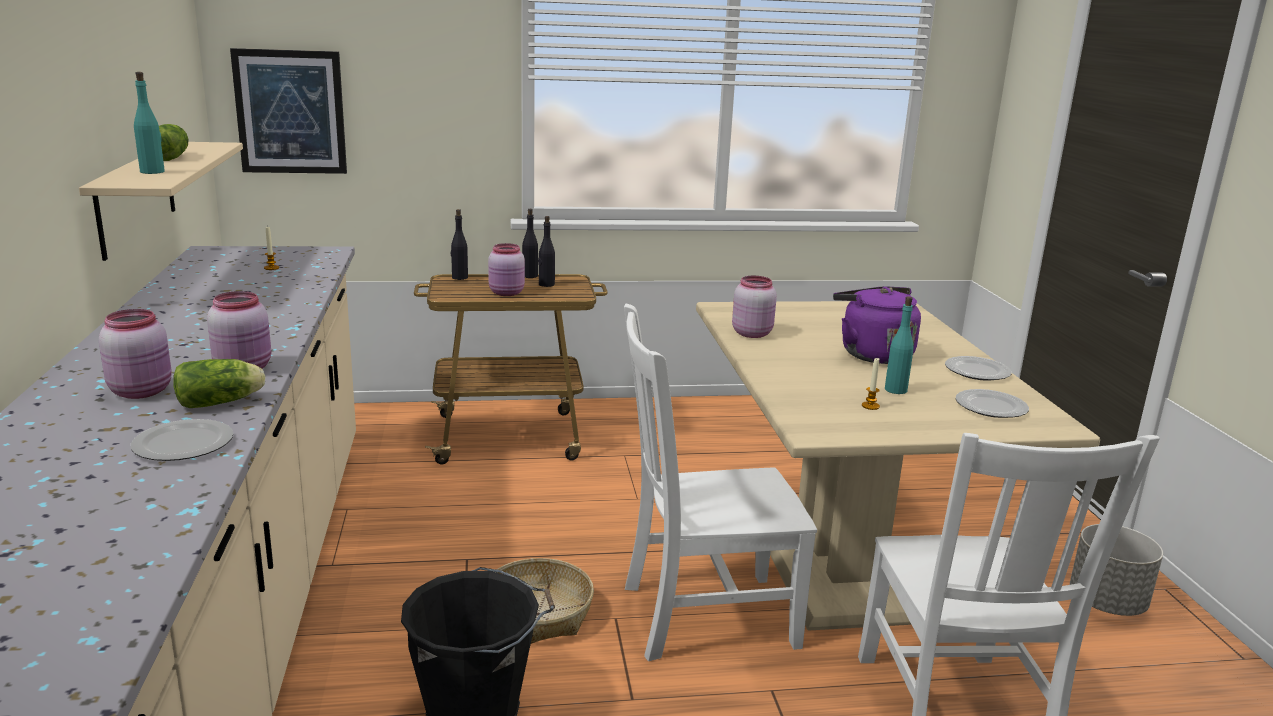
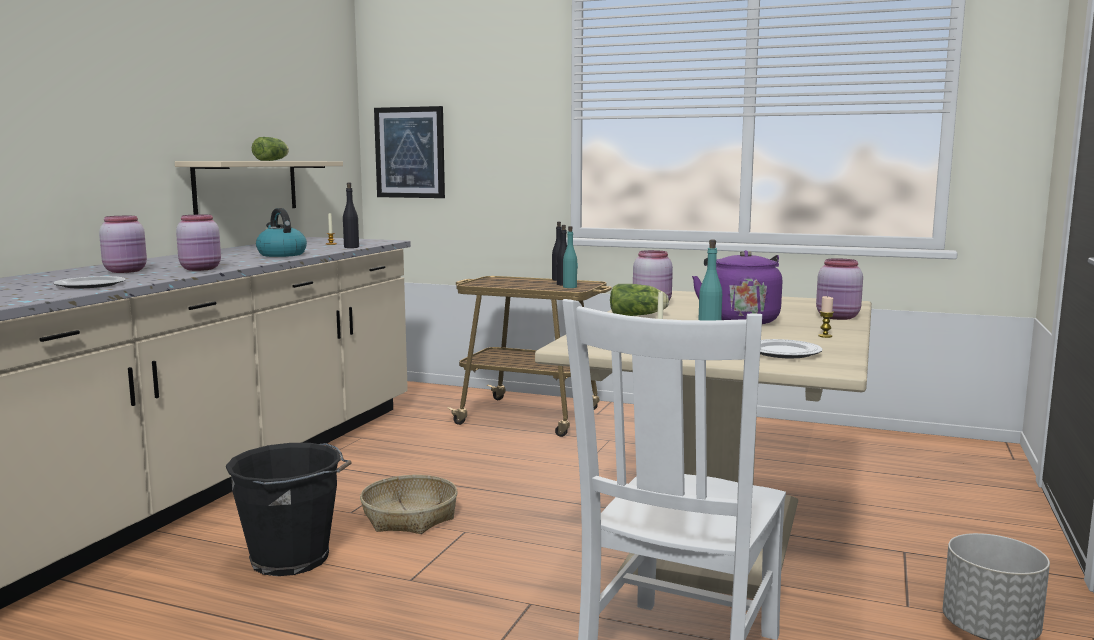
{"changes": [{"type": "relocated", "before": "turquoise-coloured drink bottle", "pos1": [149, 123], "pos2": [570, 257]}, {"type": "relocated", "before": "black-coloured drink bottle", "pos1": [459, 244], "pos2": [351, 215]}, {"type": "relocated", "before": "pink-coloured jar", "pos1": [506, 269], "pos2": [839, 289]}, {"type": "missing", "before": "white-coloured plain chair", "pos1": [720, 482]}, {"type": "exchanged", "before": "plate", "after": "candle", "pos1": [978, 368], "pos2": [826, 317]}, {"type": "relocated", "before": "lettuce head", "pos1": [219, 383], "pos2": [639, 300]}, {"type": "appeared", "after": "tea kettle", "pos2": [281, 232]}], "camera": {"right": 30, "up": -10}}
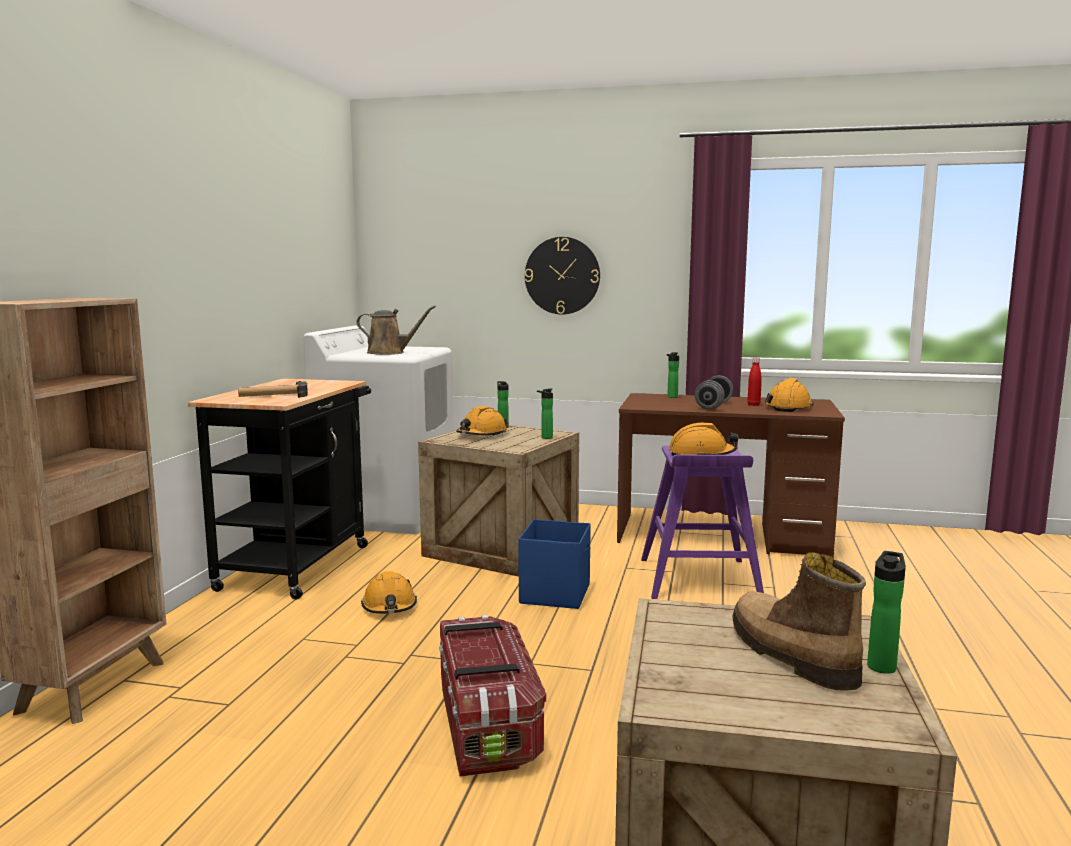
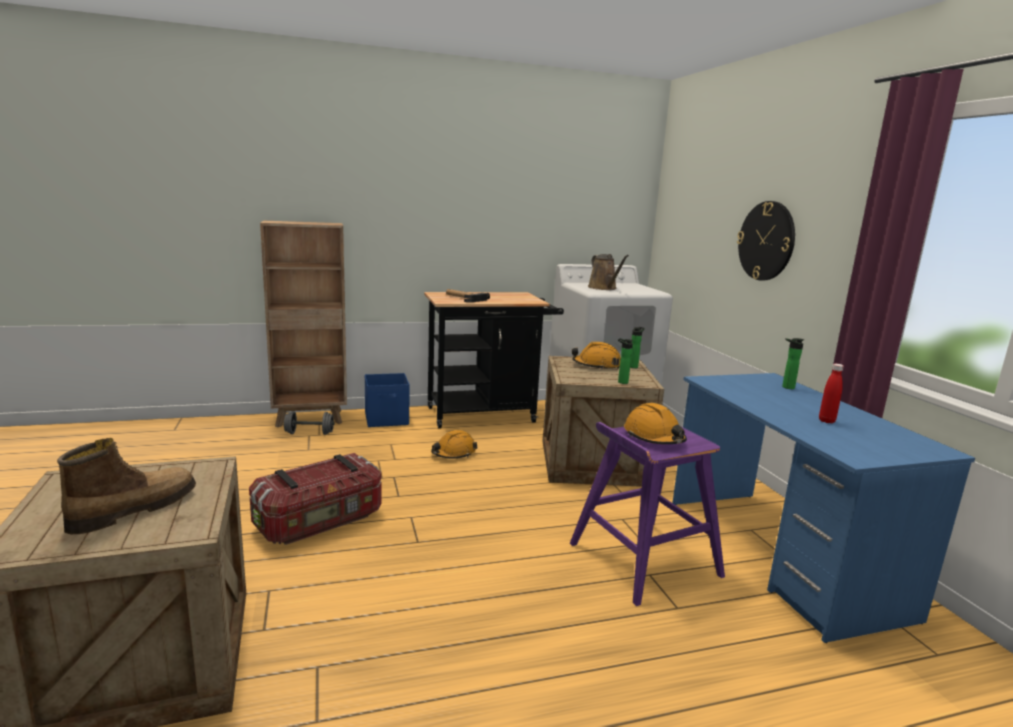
{"changes": [{"type": "relocated", "before": "grey hand weight", "pos1": [714, 392], "pos2": [309, 423]}, {"type": "missing", "before": "orange work helmet", "pos1": [789, 395]}, {"type": "colour", "before": "brown-coloured desk", "after": "blue-coloured desk", "pos1": [731, 475], "pos2": [823, 508]}, {"type": "relocated", "before": "blue-coloured storage container", "pos1": [555, 564], "pos2": [387, 400]}, {"type": "missing", "before": "drink bottle", "pos1": [886, 612]}], "camera": {"right": 60, "up": 5}}
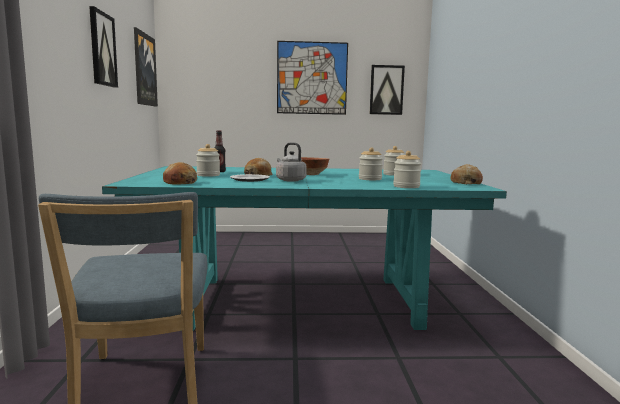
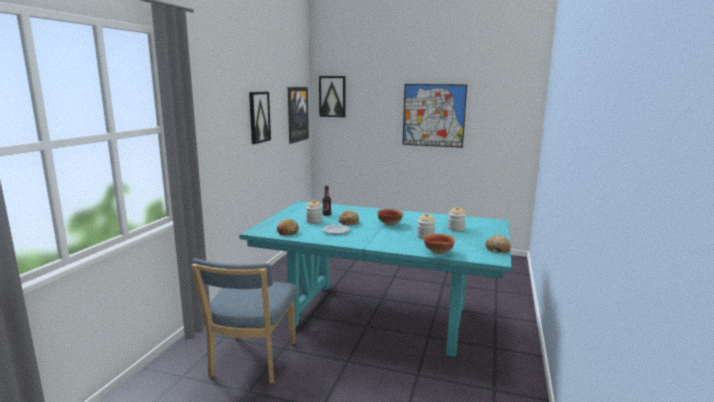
{"changes": [{"type": "relocated", "before": "wall art", "pos1": [387, 90], "pos2": [332, 96]}, {"type": "missing", "before": "grey tea kettle", "pos1": [291, 162]}, {"type": "exchanged", "before": "jar", "after": "deep dish", "pos1": [407, 169], "pos2": [439, 244]}], "camera": {"right": 20, "up": 5}}
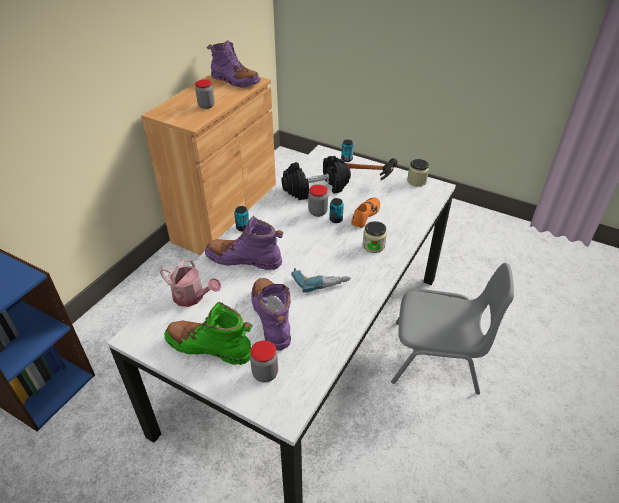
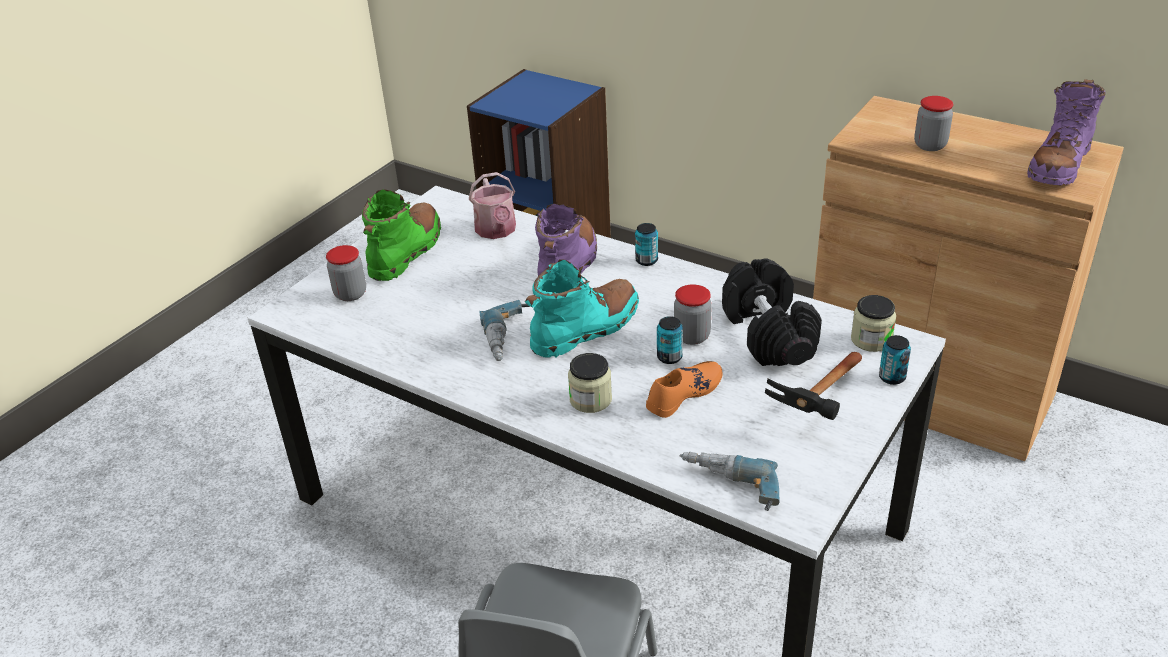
{"changes": [{"type": "relocated", "before": "jar", "pos1": [418, 172], "pos2": [873, 323]}, {"type": "spun", "before": "orange item of footwear", "pos1": [365, 213], "pos2": [684, 389], "turn": -75}, {"type": "spun", "before": "sprinkling can", "pos1": [190, 283], "pos2": [492, 205], "turn": -45}, {"type": "missing", "before": "purplish high-top boot", "pos1": [271, 314]}, {"type": "appeared", "after": "turquoise-coloured high-top boot", "pos2": [582, 308]}, {"type": "appeared", "after": "drill", "pos2": [730, 481]}], "camera": {"right": 95, "up": -5}}
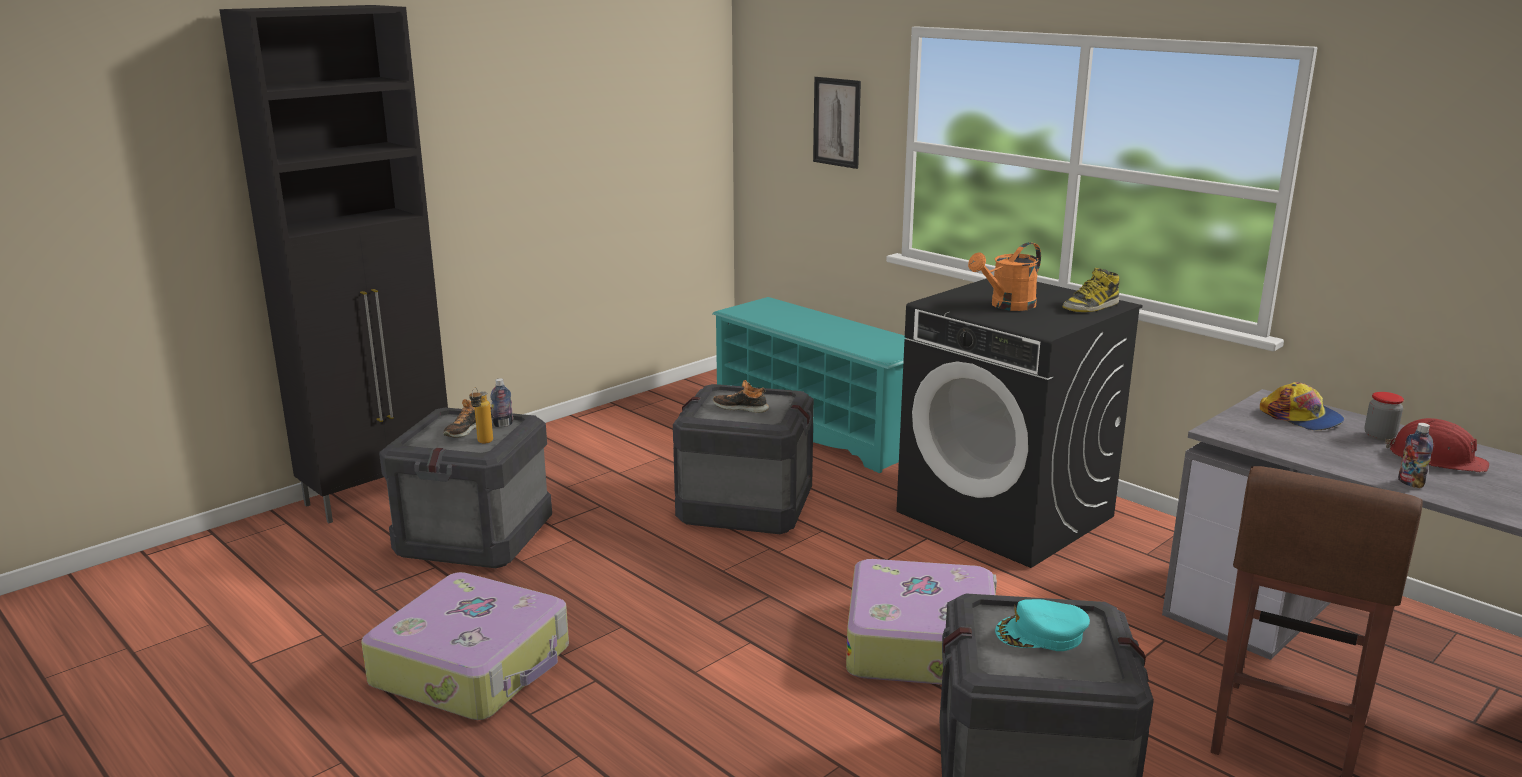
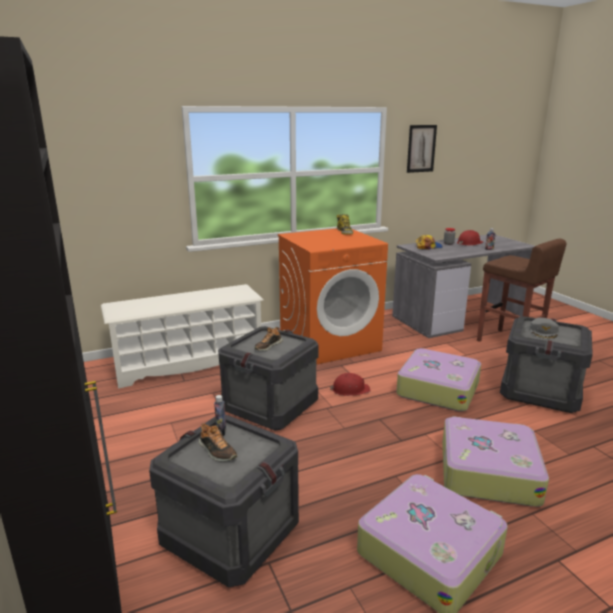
{"changes": [{"type": "relocated", "before": "wall art", "pos1": [837, 123], "pos2": [422, 149]}, {"type": "missing", "before": "orange sprinkling can", "pos1": [1004, 276]}, {"type": "colour", "before": "black-coloured laundry appliance", "after": "orange laundry appliance", "pos1": [1019, 423], "pos2": [333, 296]}, {"type": "colour", "before": "turquoise-coloured shoe stand", "after": "white-coloured shoe stand", "pos1": [809, 385], "pos2": [182, 336]}, {"type": "missing", "before": "drink bottle", "pos1": [481, 415]}, {"type": "colour", "before": "turquoise-coloured peaked cap", "after": "grey peaked cap", "pos1": [1042, 625], "pos2": [544, 328]}, {"type": "appeared", "after": "red-coloured work helmet", "pos2": [350, 384]}, {"type": "appeared", "after": "suitcase", "pos2": [495, 461]}], "camera": {"right": -70, "up": 0}}
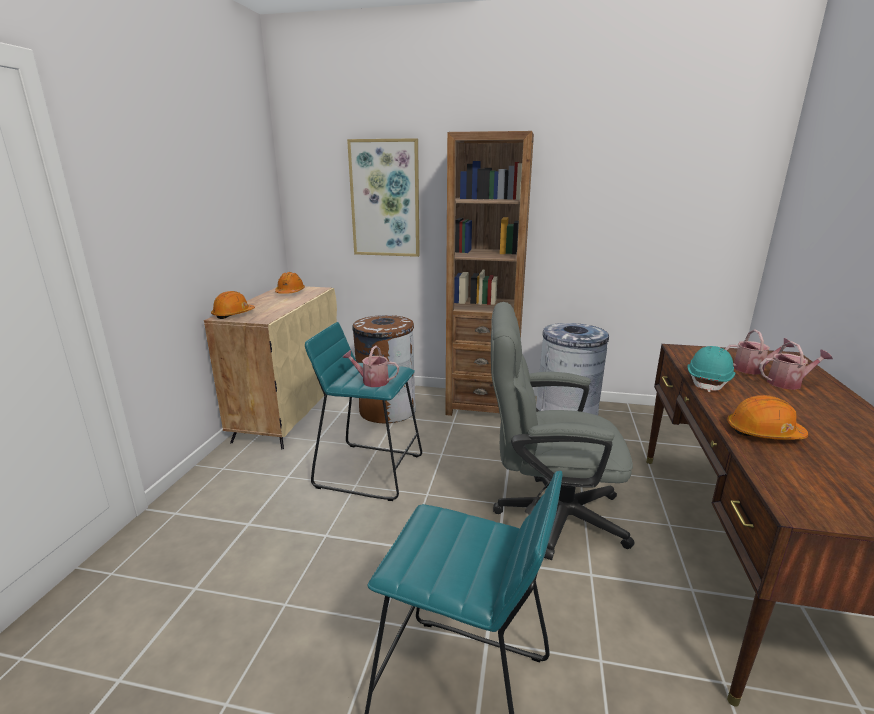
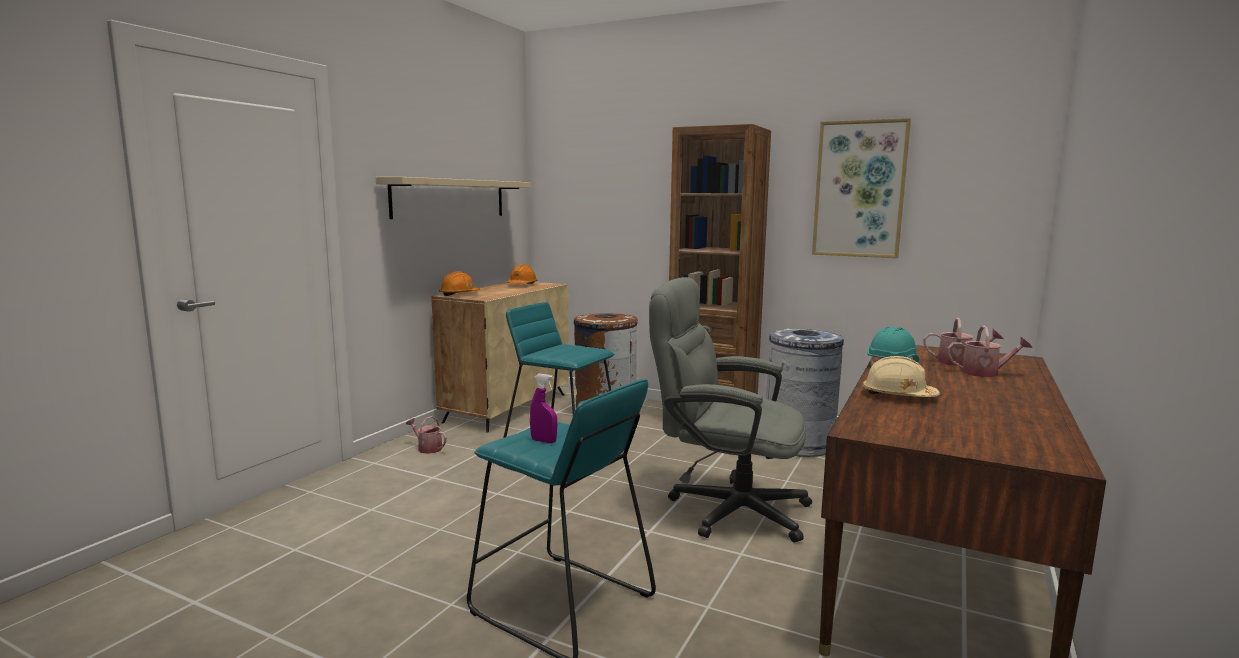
{"changes": [{"type": "relocated", "before": "wall art", "pos1": [383, 197], "pos2": [861, 188]}, {"type": "relocated", "before": "sprinkling can", "pos1": [370, 366], "pos2": [426, 435]}, {"type": "colour", "before": "orange work helmet", "after": "sand-coloured work helmet", "pos1": [767, 417], "pos2": [901, 376]}, {"type": "appeared", "after": "sand-coloured wall shelf", "pos2": [453, 198]}, {"type": "appeared", "after": "purplish hand sprayer", "pos2": [543, 408]}], "camera": {"right": 15, "up": -10}}
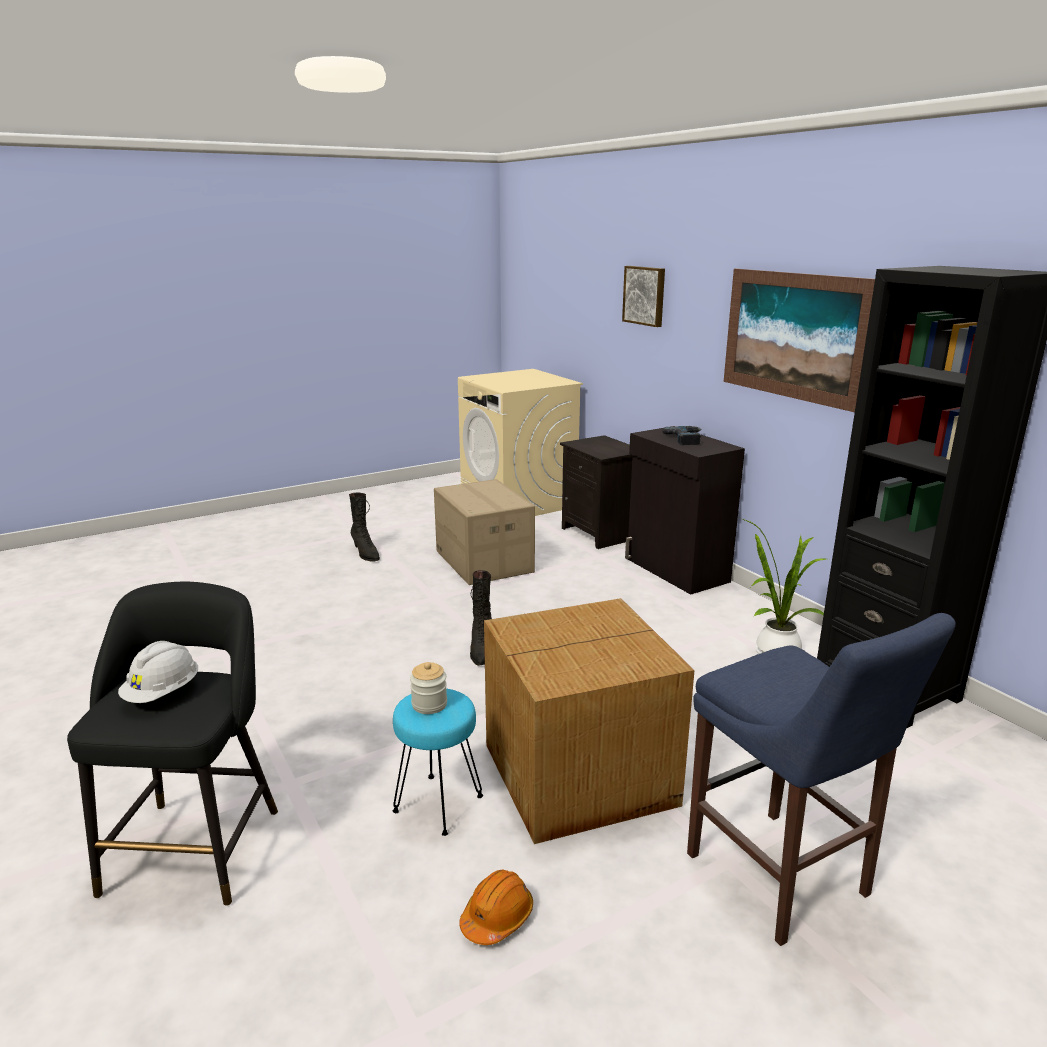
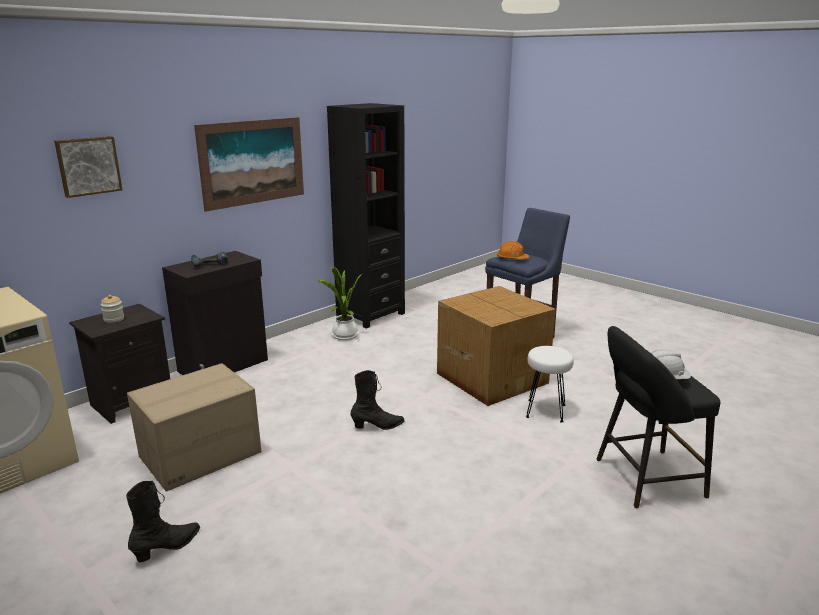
{"changes": [{"type": "relocated", "before": "jar", "pos1": [428, 688], "pos2": [112, 309]}, {"type": "colour", "before": "turquoise-coloured sitting stool", "after": "white-coloured sitting stool", "pos1": [438, 762], "pos2": [550, 384]}, {"type": "relocated", "before": "orange work helmet", "pos1": [496, 907], "pos2": [513, 250]}], "camera": {"right": -105, "up": 0}}
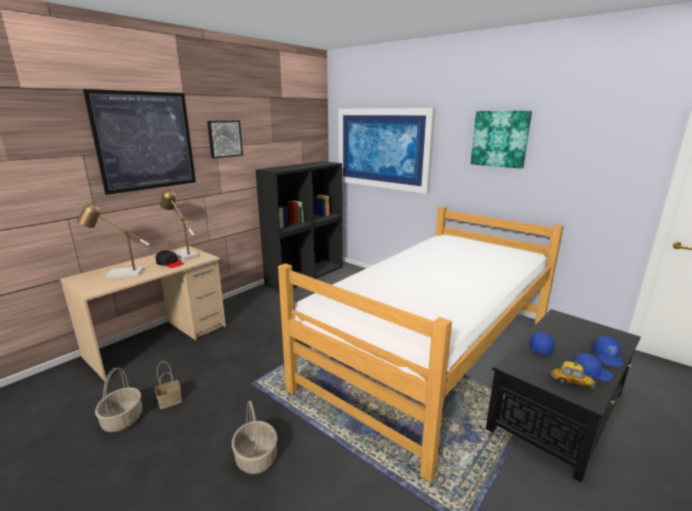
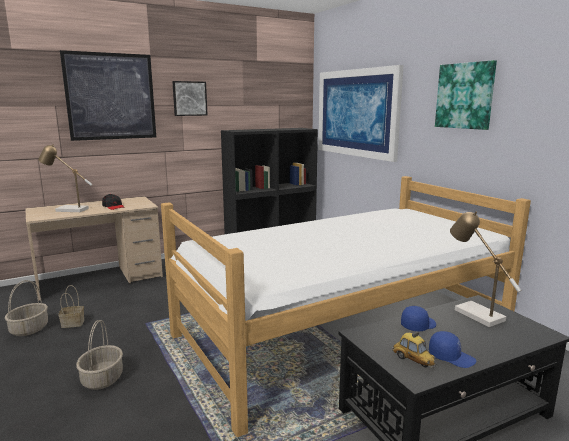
{"changes": [{"type": "relocated", "before": "table lamp", "pos1": [179, 225], "pos2": [485, 269]}, {"type": "missing", "before": "blue-coloured peaked cap", "pos1": [608, 351]}], "camera": {"right": 20, "up": -5}}
